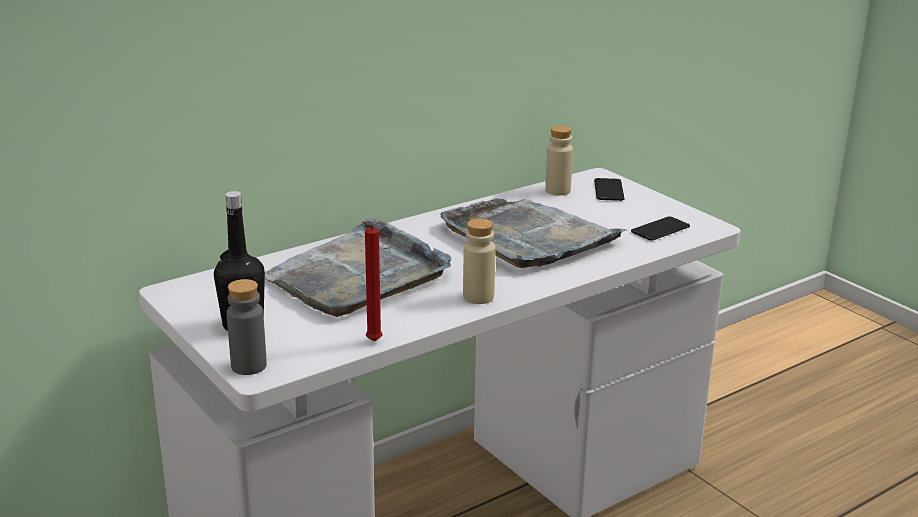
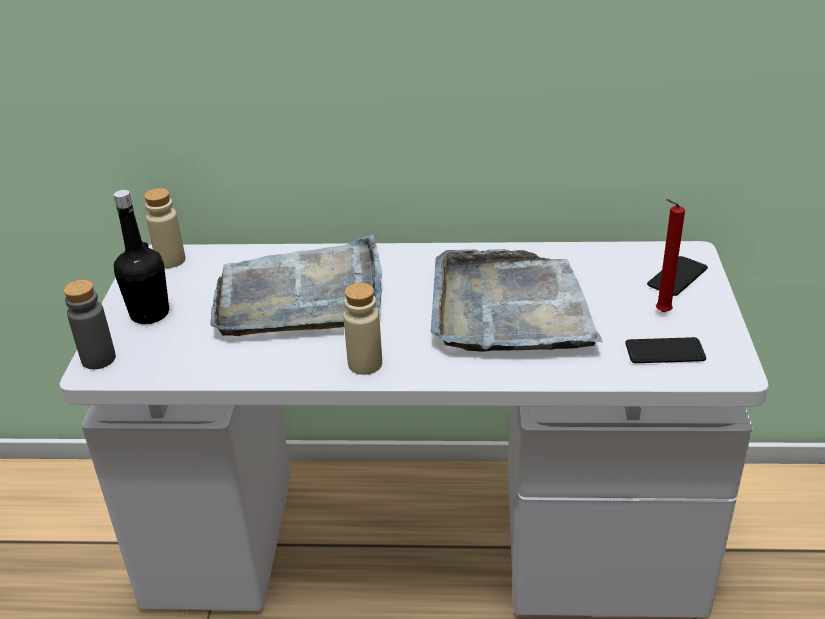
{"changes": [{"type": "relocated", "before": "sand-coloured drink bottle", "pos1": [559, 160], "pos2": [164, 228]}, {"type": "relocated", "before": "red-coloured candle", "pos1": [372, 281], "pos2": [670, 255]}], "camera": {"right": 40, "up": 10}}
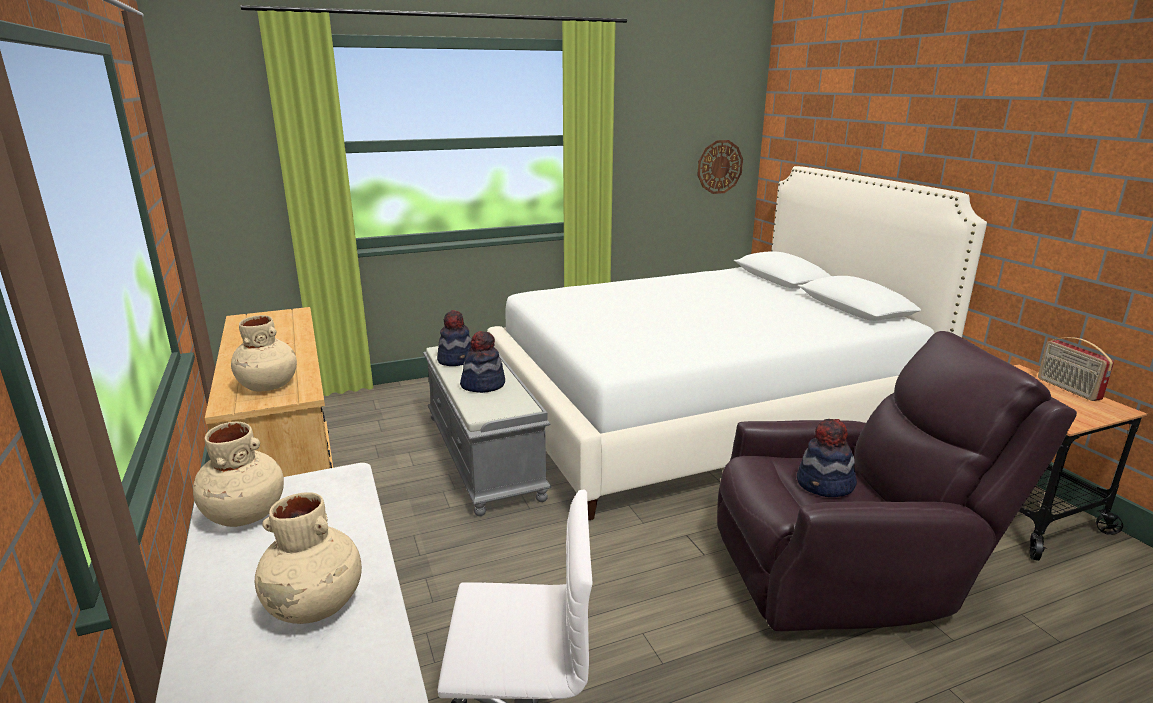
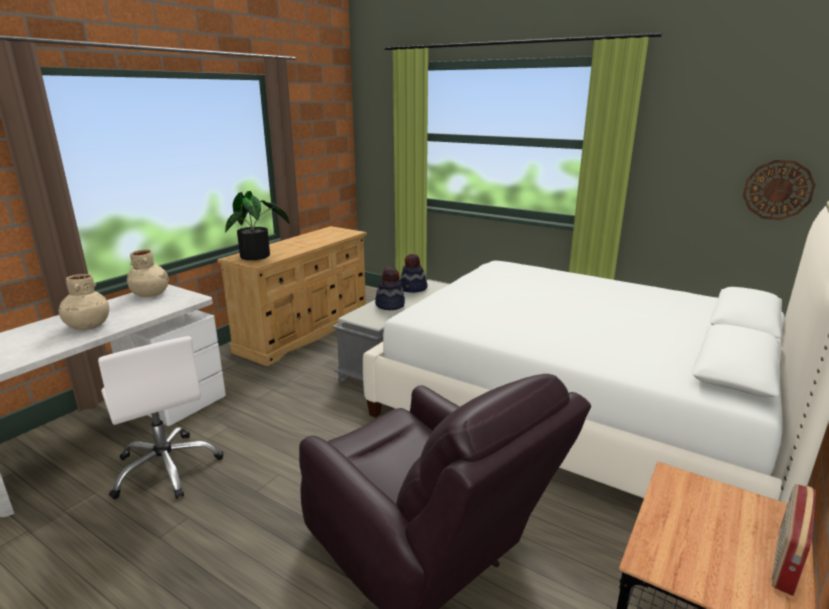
{"changes": [{"type": "exchanged", "before": "sand-coloured flower vase", "after": "houseplant", "pos1": [264, 353], "pos2": [257, 225]}, {"type": "missing", "before": "hat", "pos1": [827, 458]}], "camera": {"right": 55, "up": 0}}
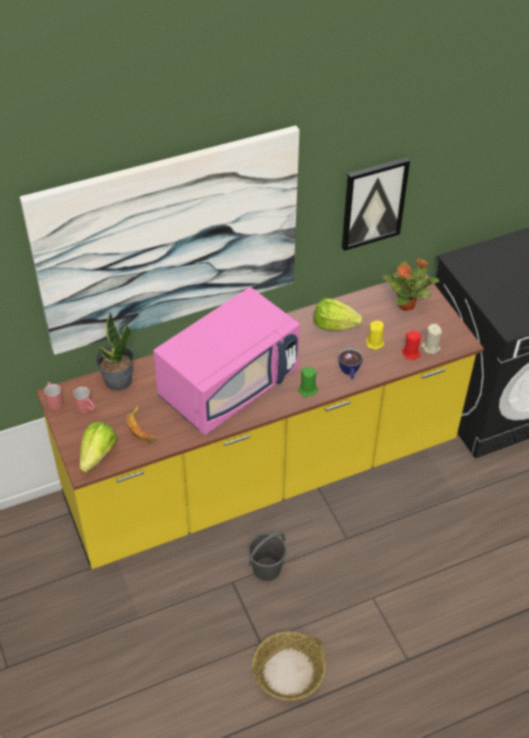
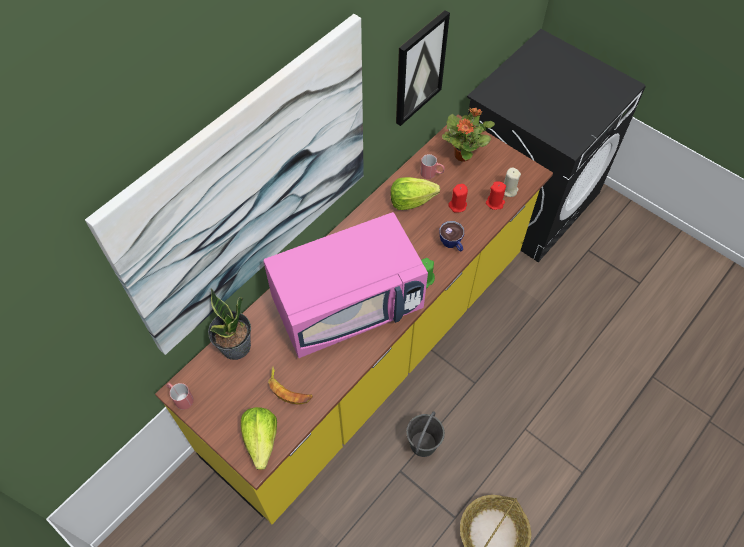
{"changes": [{"type": "spun", "before": "pink-coloured microwave", "pos1": [226, 361], "pos2": [345, 285], "turn": 45}, {"type": "colour", "before": "yellow-coloured candle", "after": "red-coloured candle", "pos1": [375, 335], "pos2": [458, 198]}, {"type": "relocated", "before": "red-coloured mug", "pos1": [84, 400], "pos2": [432, 166]}], "camera": {"right": -25, "up": 10}}
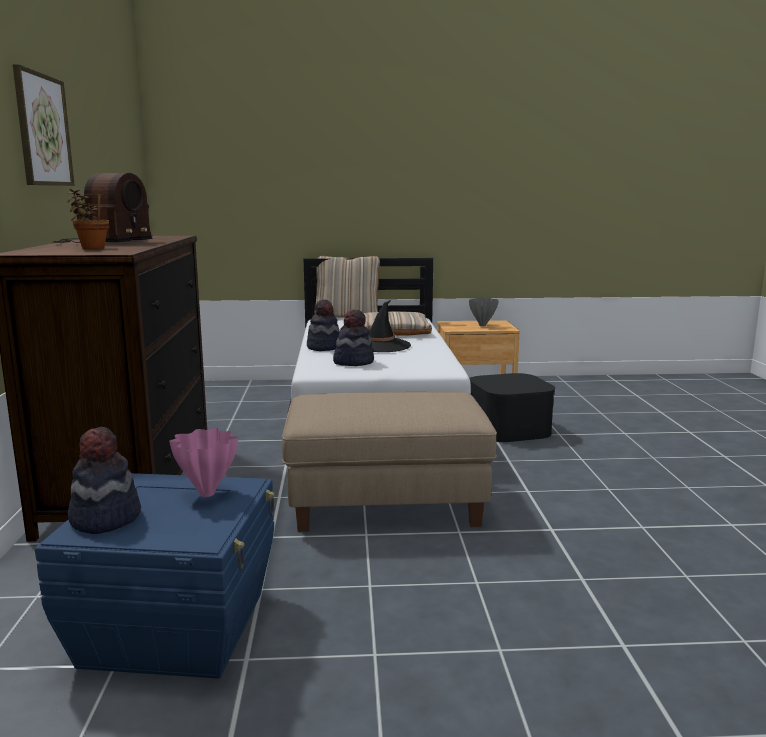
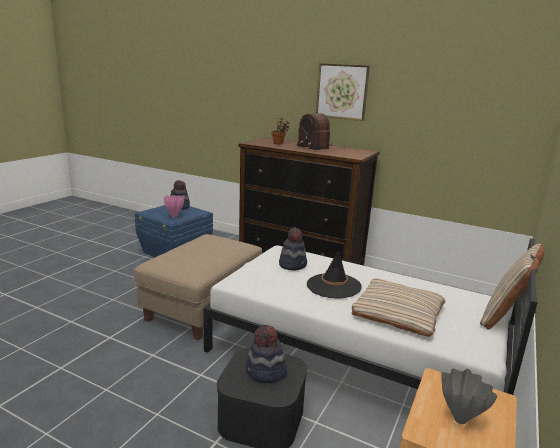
{"changes": [{"type": "relocated", "before": "hat", "pos1": [323, 325], "pos2": [266, 354]}], "camera": {"right": 120, "up": 5}}
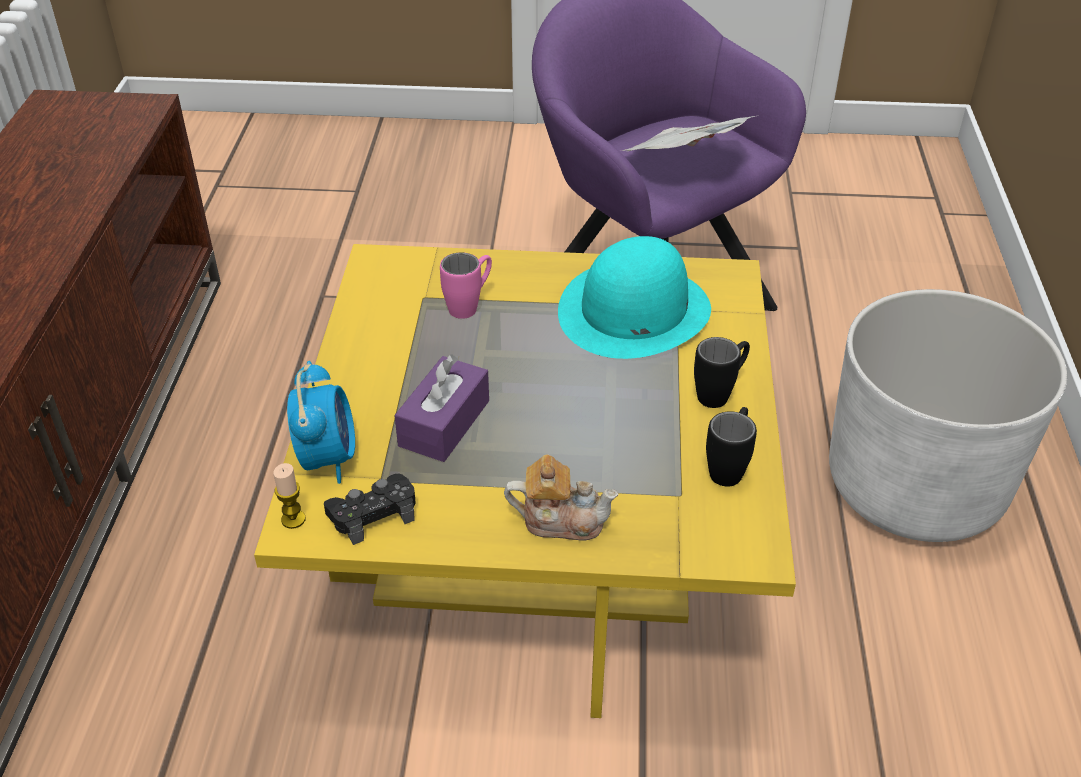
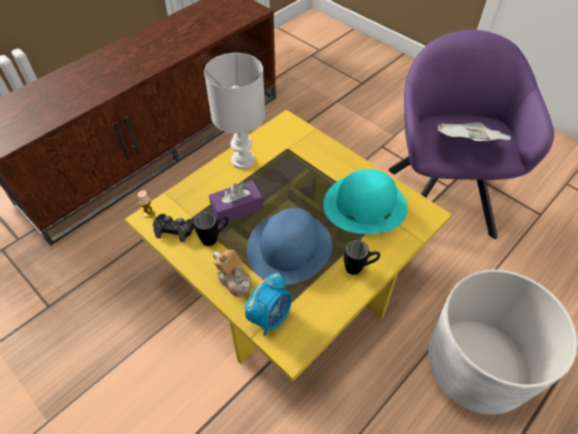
{"changes": [{"type": "missing", "before": "pink-coloured mug", "pos1": [466, 285]}, {"type": "relocated", "before": "bedside clock", "pos1": [321, 422], "pos2": [268, 304]}, {"type": "relocated", "before": "black-coloured mug", "pos1": [731, 447], "pos2": [211, 229]}, {"type": "appeared", "after": "white-coloured table lamp", "pos2": [234, 111]}, {"type": "appeared", "after": "blue-coloured hat", "pos2": [289, 246]}], "camera": {"right": 40, "up": 10}}
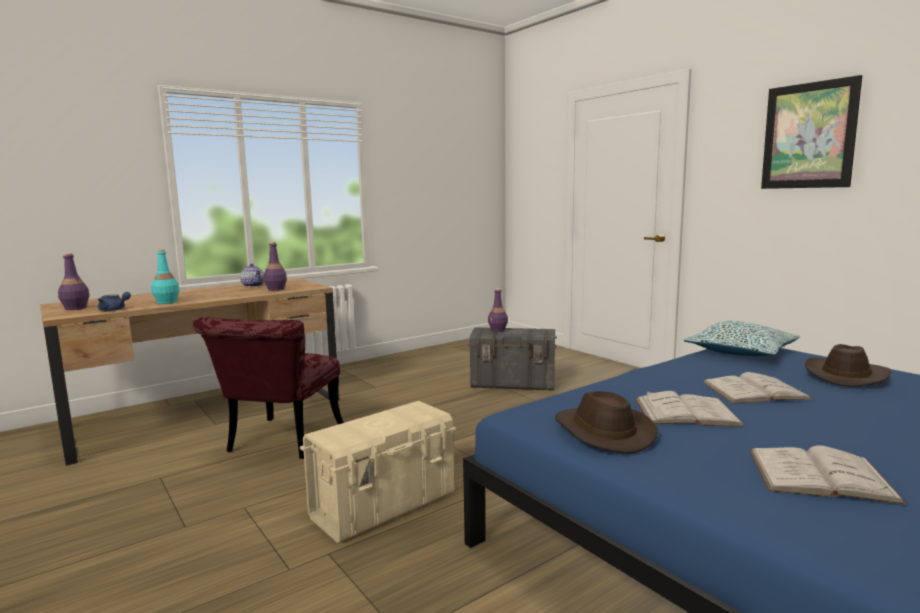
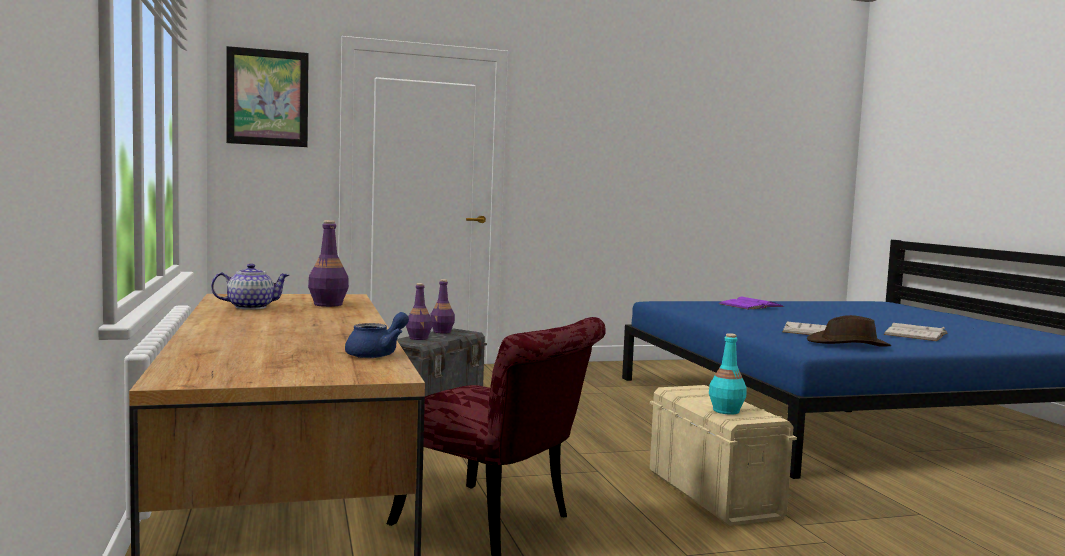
{"changes": [{"type": "relocated", "before": "wall art", "pos1": [811, 132], "pos2": [267, 96]}, {"type": "relocated", "before": "turquoise-coloured drink bottle", "pos1": [165, 276], "pos2": [728, 374]}, {"type": "relocated", "before": "purplish drink bottle", "pos1": [73, 281], "pos2": [442, 306]}, {"type": "missing", "before": "cushion", "pos1": [742, 338]}, {"type": "exchanged", "before": "brown-coloured hat", "after": "purplish book", "pos1": [848, 365], "pos2": [751, 303]}, {"type": "missing", "before": "white-coloured book", "pos1": [757, 387]}], "camera": {"right": -70, "up": -5}}
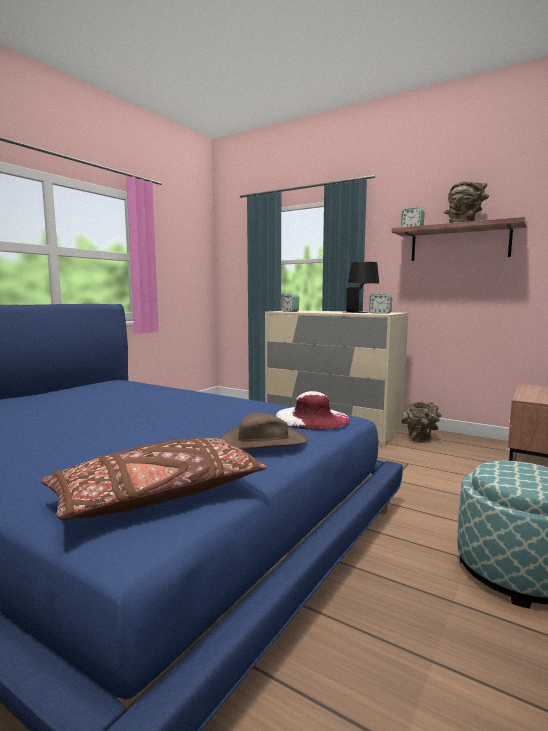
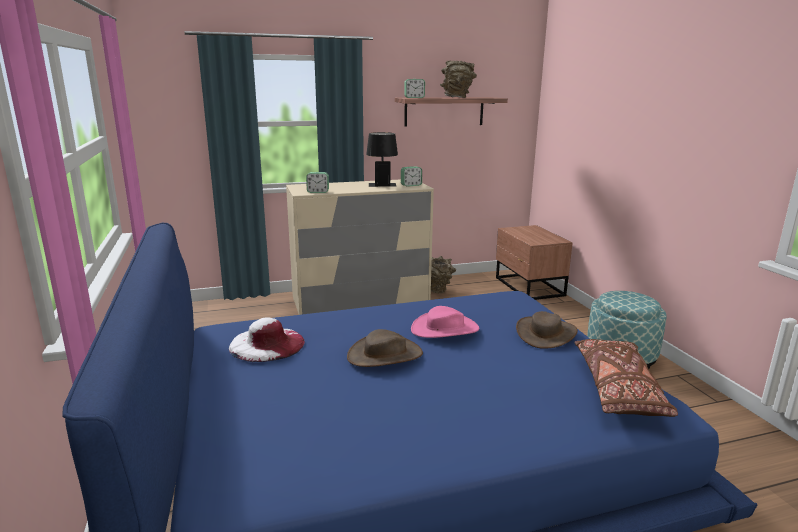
{"changes": [{"type": "relocated", "before": "white-coloured hat", "pos1": [312, 410], "pos2": [267, 340]}, {"type": "appeared", "after": "pink-coloured hat", "pos2": [445, 322]}, {"type": "appeared", "after": "brown-coloured hat", "pos2": [385, 348]}], "camera": {"right": -50, "up": 10}}
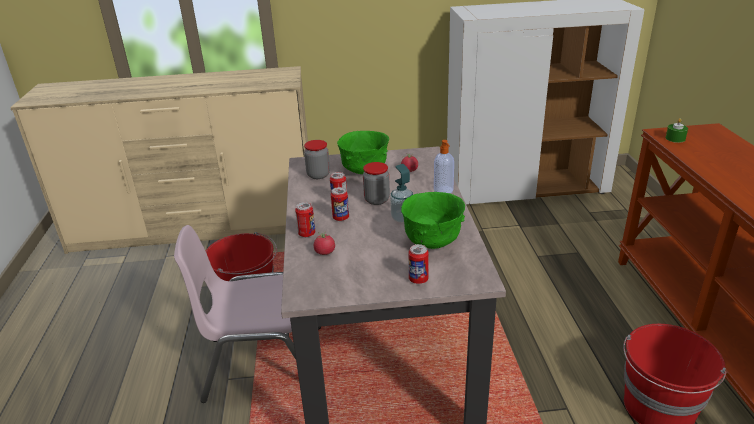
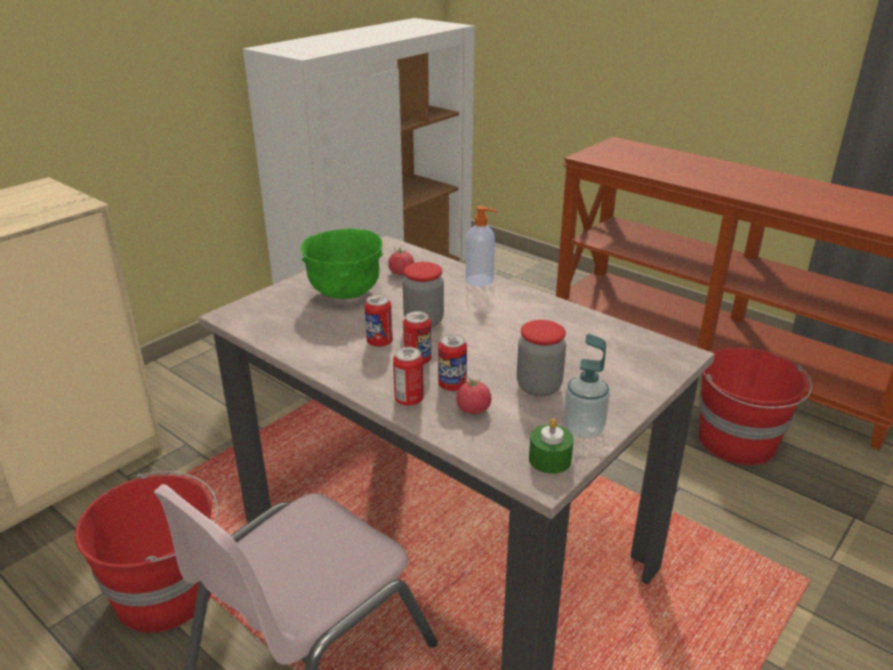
{"changes": [{"type": "relocated", "before": "greenish candle", "pos1": [676, 130], "pos2": [551, 446]}, {"type": "relocated", "before": "jar", "pos1": [317, 159], "pos2": [541, 358]}, {"type": "relocated", "before": "soap dispenser", "pos1": [401, 193], "pos2": [586, 386]}, {"type": "missing", "before": "greenish deep dish", "pos1": [433, 220]}, {"type": "relocated", "before": "sealed can", "pos1": [418, 264], "pos2": [452, 362]}], "camera": {"right": -45, "up": 0}}
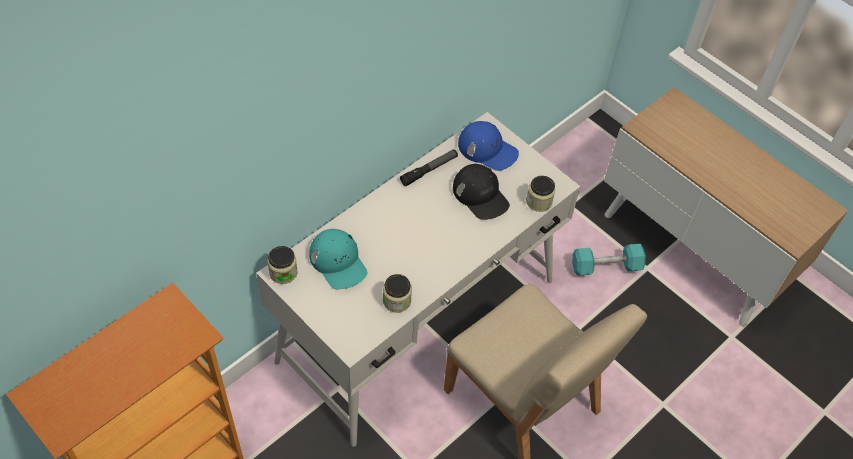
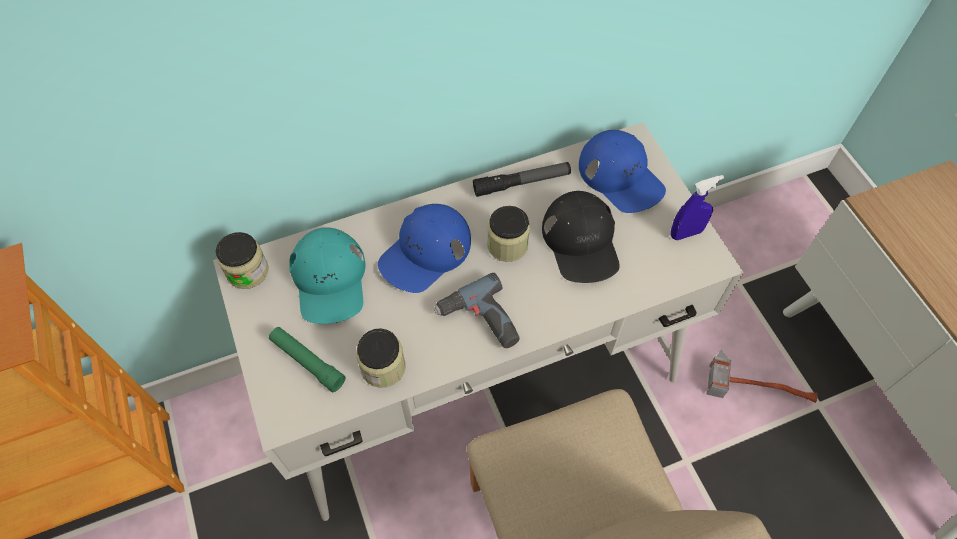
{"changes": [{"type": "relocated", "before": "jar", "pos1": [540, 194], "pos2": [508, 234]}, {"type": "exchanged", "before": "turquoise-coloured hand weight", "after": "hammer", "pos1": [609, 260], "pos2": [762, 376]}, {"type": "appeared", "after": "blue-coloured hand sprayer", "pos2": [697, 207]}, {"type": "appeared", "after": "blue-coloured peaked cap", "pos2": [424, 248]}, {"type": "appeared", "after": "drill", "pos2": [477, 310]}, {"type": "appeared", "after": "greenish flashlight", "pos2": [307, 359]}], "camera": {"right": 25, "up": 5}}
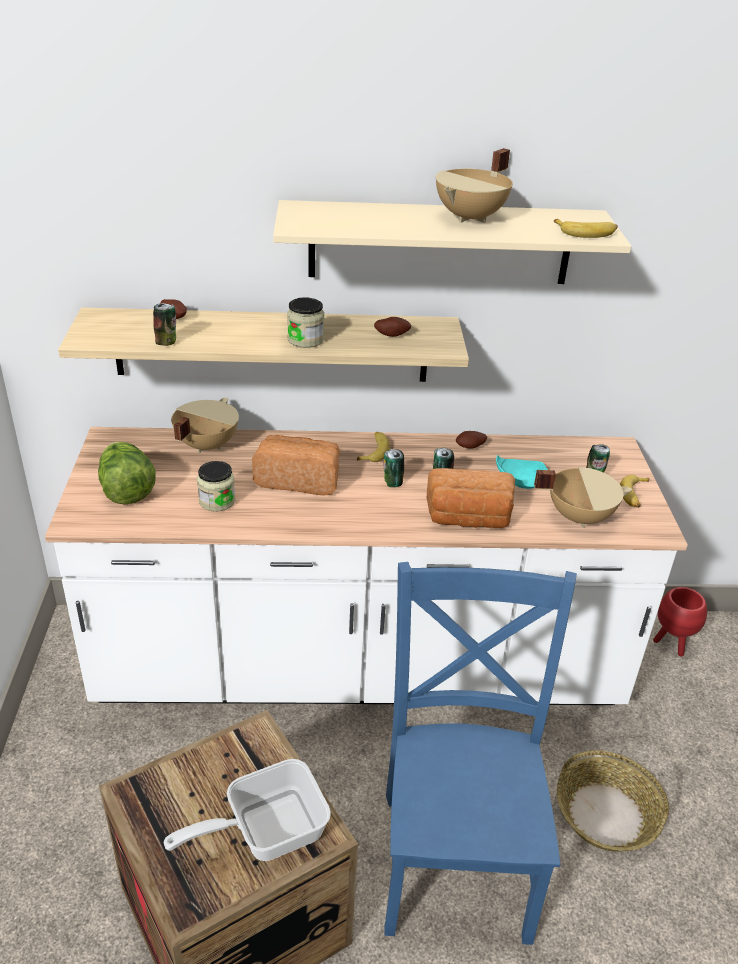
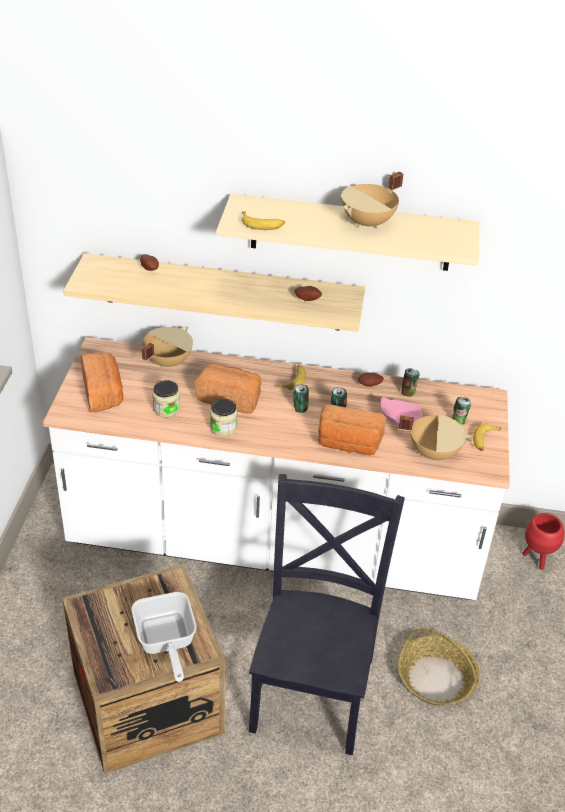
{"changes": [{"type": "relocated", "before": "whole banana", "pos1": [586, 228], "pos2": [263, 220]}, {"type": "relocated", "before": "jar", "pos1": [305, 322], "pos2": [223, 417]}, {"type": "relocated", "before": "sealed can", "pos1": [164, 324], "pos2": [410, 382]}, {"type": "exchanged", "before": "lettuce head", "after": "baked bread", "pos1": [127, 473], "pos2": [102, 382]}, {"type": "colour", "before": "turquoise-coloured plate", "after": "pink-coloured plate", "pos1": [522, 472], "pos2": [401, 410]}, {"type": "colour", "before": "blue-coloured plain chair", "after": "black-coloured plain chair", "pos1": [480, 753], "pos2": [327, 614]}, {"type": "spun", "before": "skillet", "pos1": [247, 810], "pos2": [164, 637], "turn": -90}], "camera": {"right": 10, "up": 5}}
